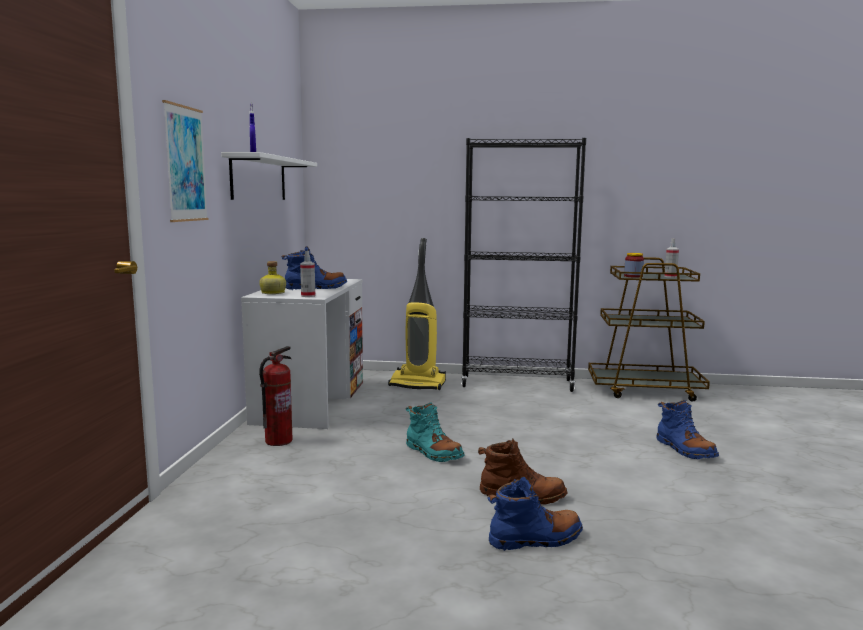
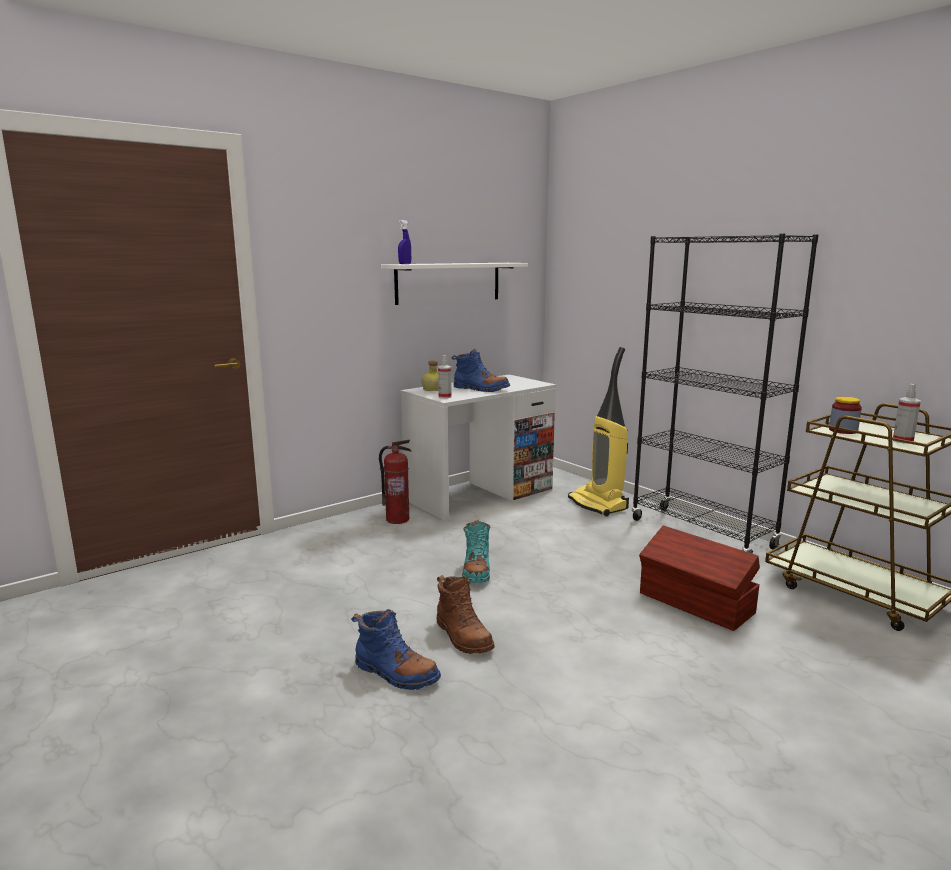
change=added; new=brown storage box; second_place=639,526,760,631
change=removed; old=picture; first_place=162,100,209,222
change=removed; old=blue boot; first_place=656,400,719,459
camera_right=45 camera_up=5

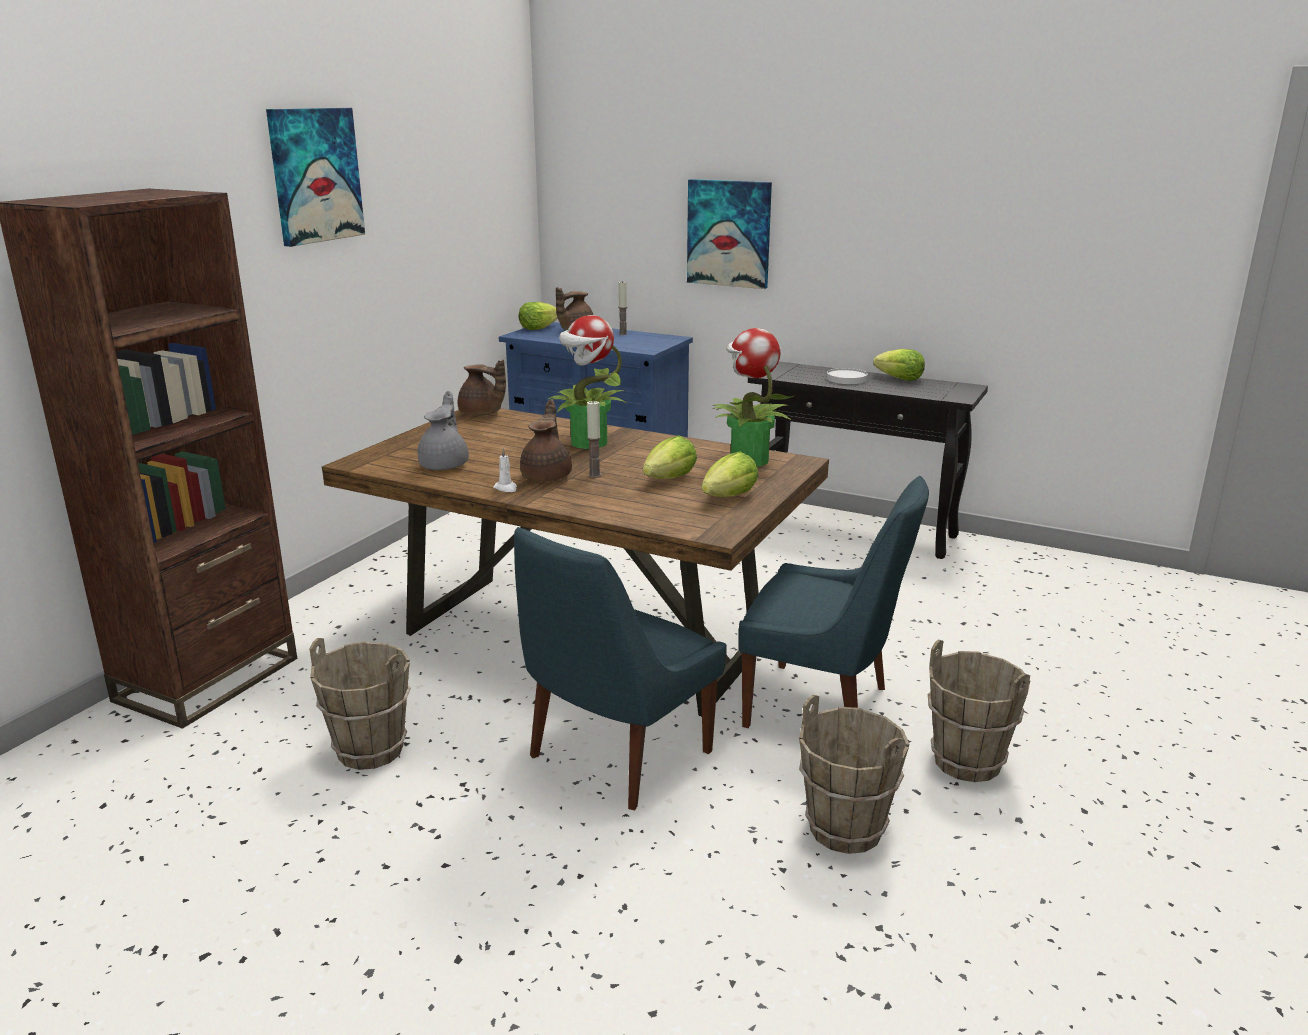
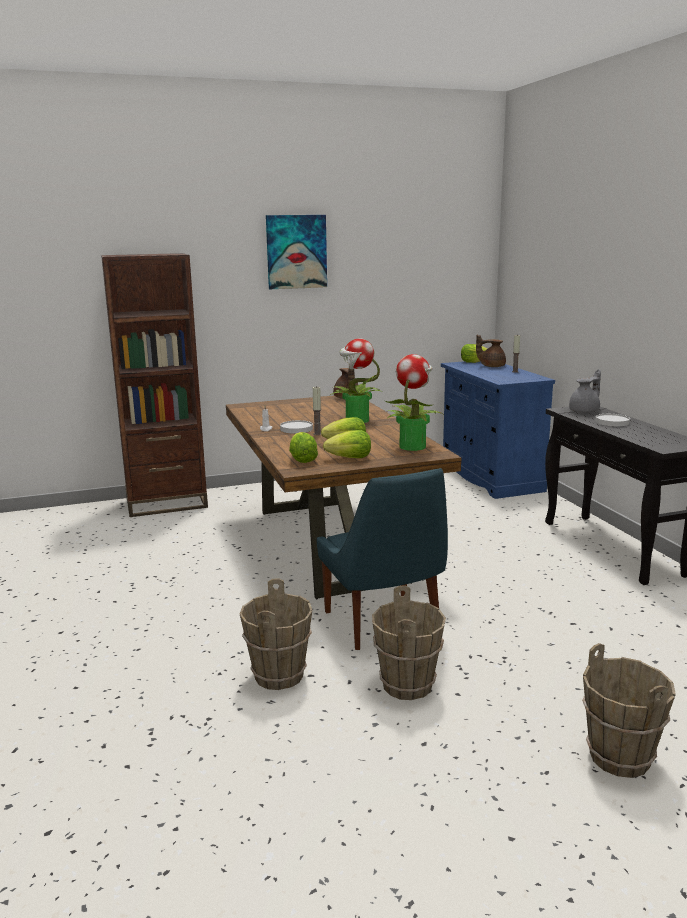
change=replaced; old=brown teapot; new=white plate; first_place=520,400,572,482; second_place=280,420,313,434
change=moved; old=lettuce; first_place=873,349,925,381; second_place=289,432,318,463
change=moved; old=grey teapot; first_place=418,391,469,470; second_place=569,369,601,413
change=moved; old=brown bucket; first_place=310,638,411,770; second_place=582,643,676,778
change=removed; old=blue chair; first_place=514,527,727,810
change=removed; old=picture; first_place=687,179,772,289
camera_right=45 camera_up=-5

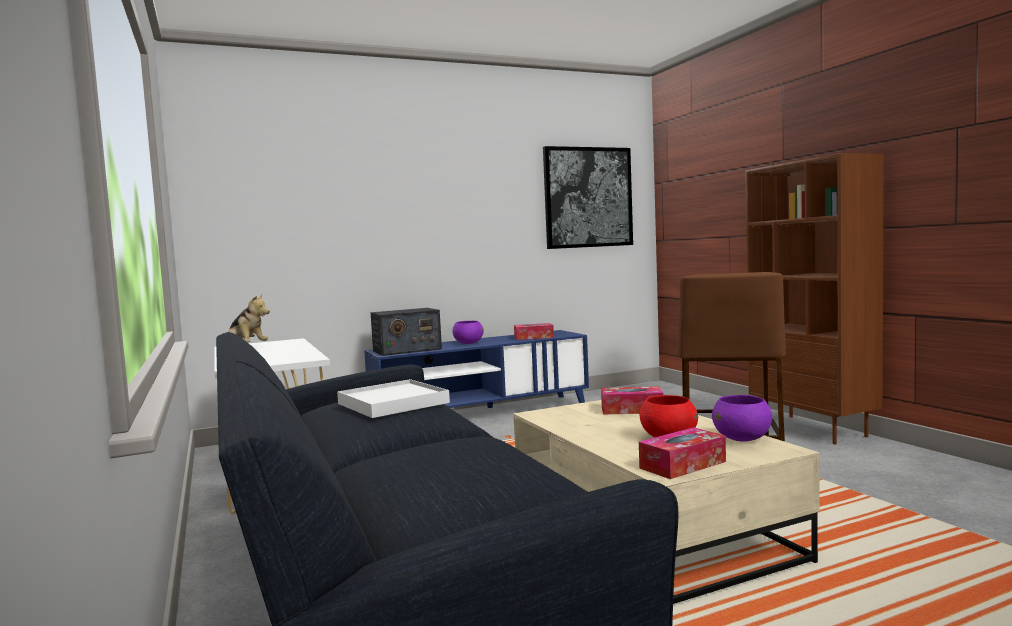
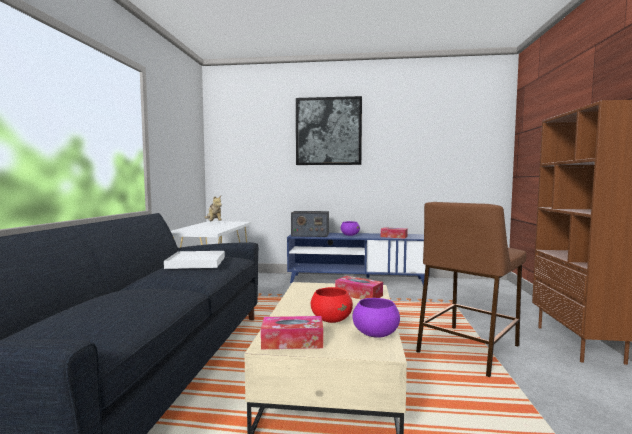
change=moved; old=picture; first_place=543,146,633,249; second_place=296,96,362,165
camera_right=30 camera_up=0

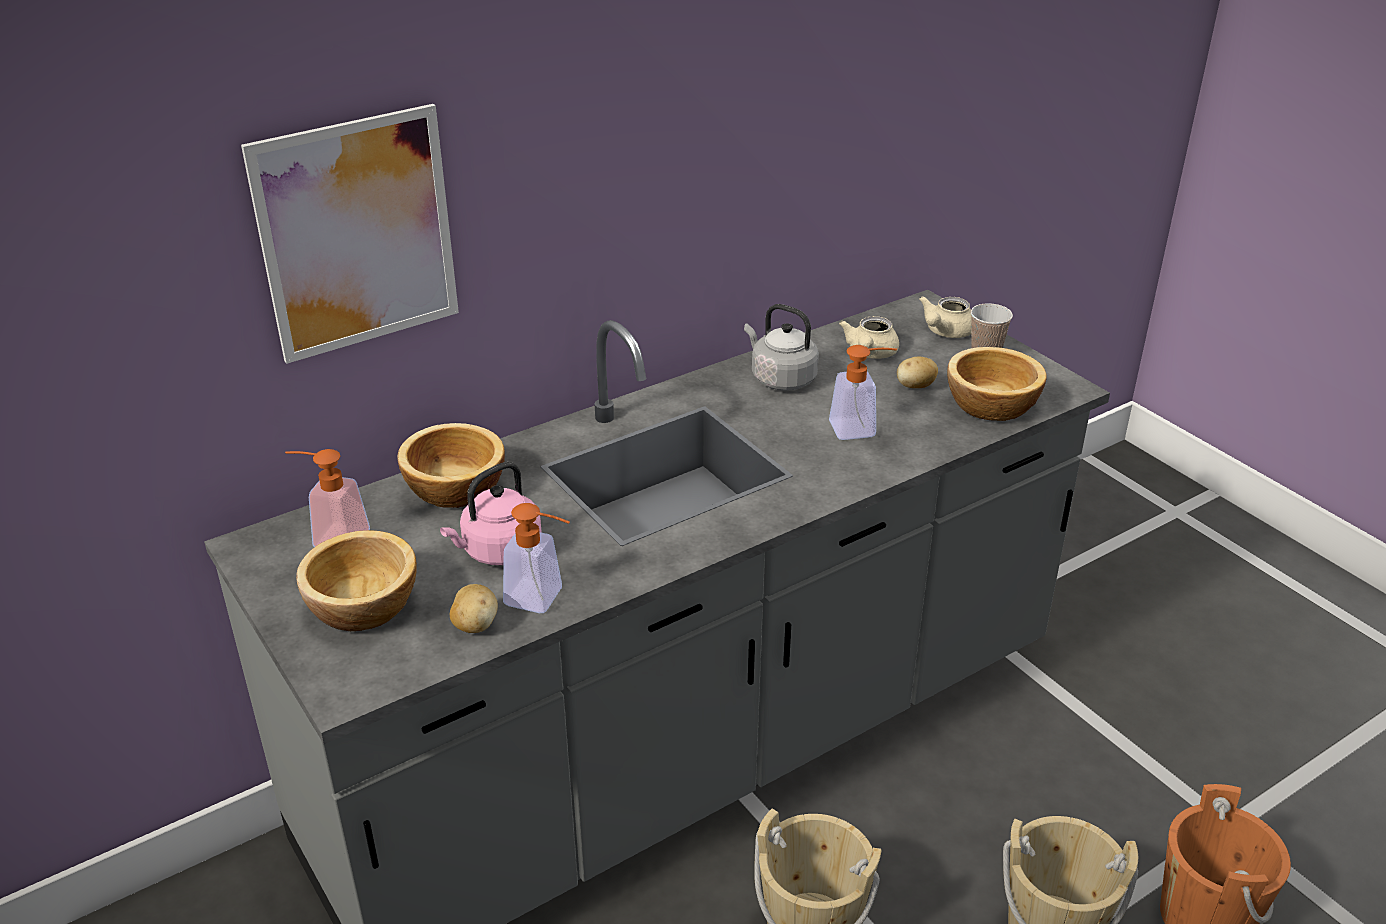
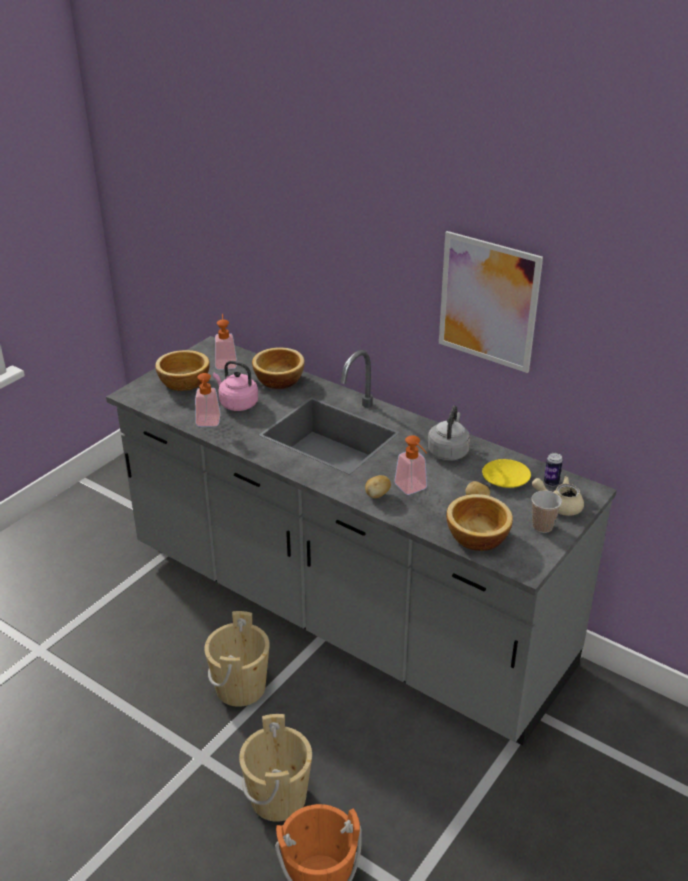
change=moved; old=potato; first_place=450,584,498,633; second_place=365,475,391,498
change=moved; old=picture; first_place=241,104,459,364; second_place=439,231,543,373
change=replaced; old=beige teapot; new=yellow plate; first_place=839,316,899,359; second_place=482,459,531,488
change=added; new=can; second_place=544,453,563,486
camera_right=70 camera_up=0

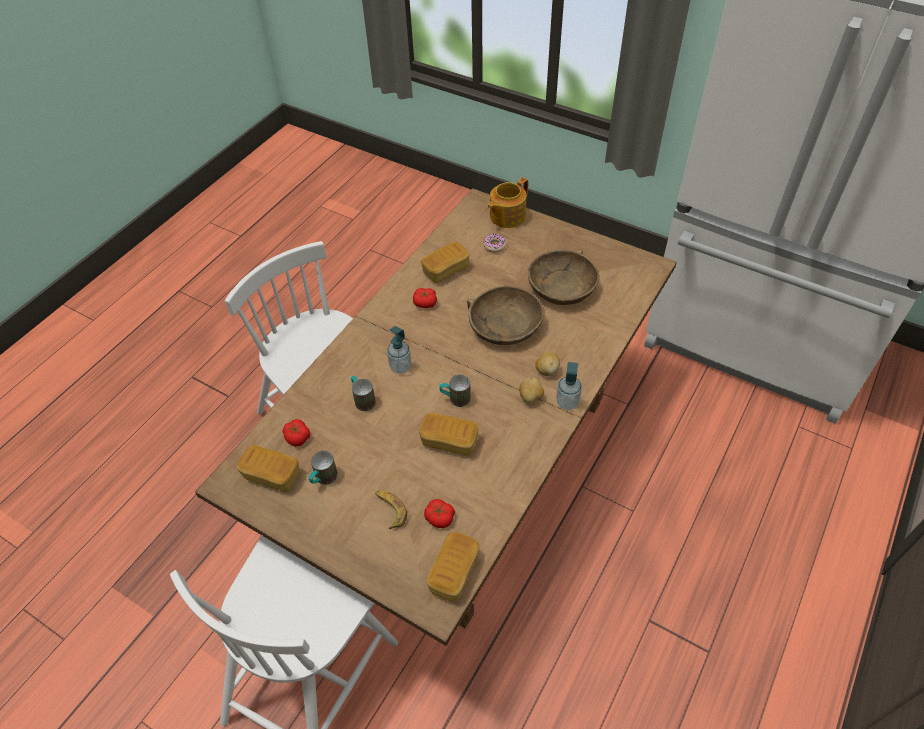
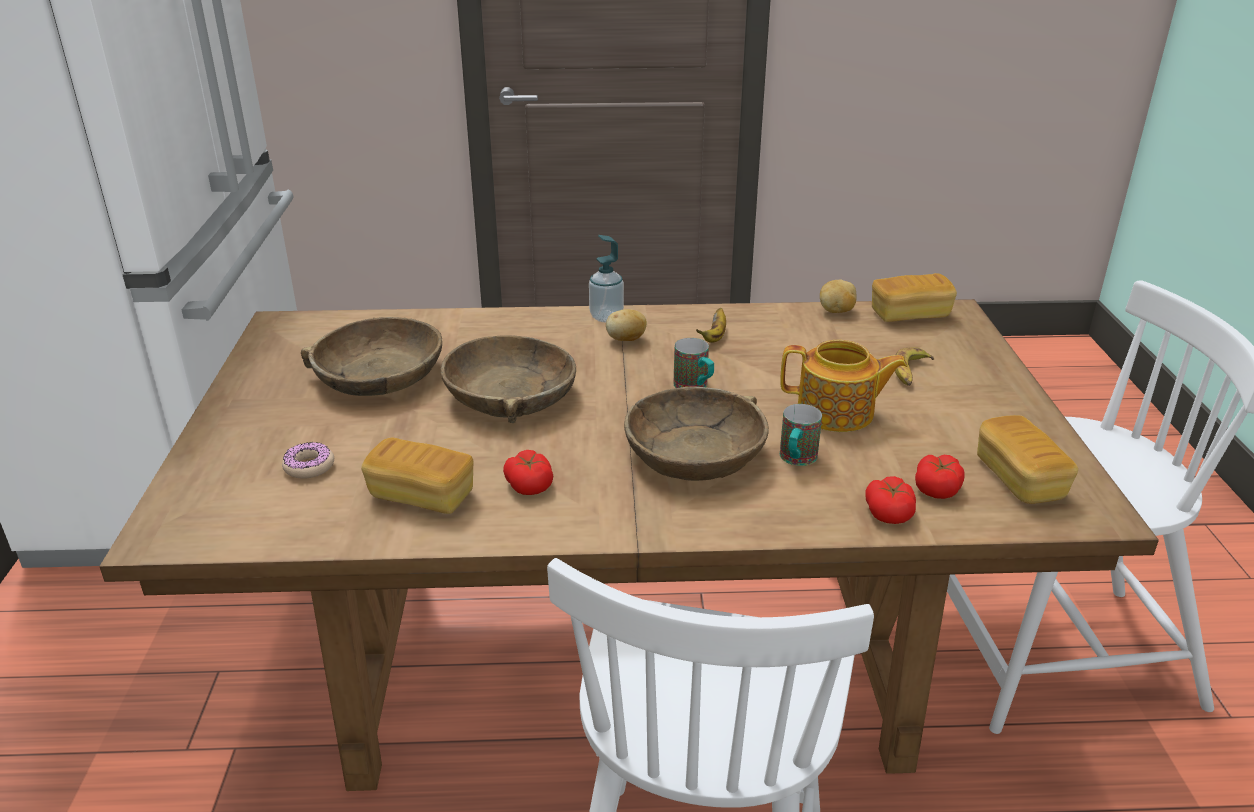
change=replaced; old=soap dispenser; new=brown bowl; first_place=387,326,411,374; second_place=624,387,769,481
change=added; new=banana; second_place=696,308,726,343
change=moved; old=teapot; first_place=487,177,528,228; second_place=780,340,908,432
change=moved; old=potato; first_place=535,351,560,376; second_place=820,280,856,313
change=moved; old=tomato; first_place=424,499,455,528; second_place=865,476,916,524
change=removed; old=mug; first_place=309,451,338,485
change=removed; old=bread; first_place=419,413,479,456
camera_right=-125 camera_up=-20

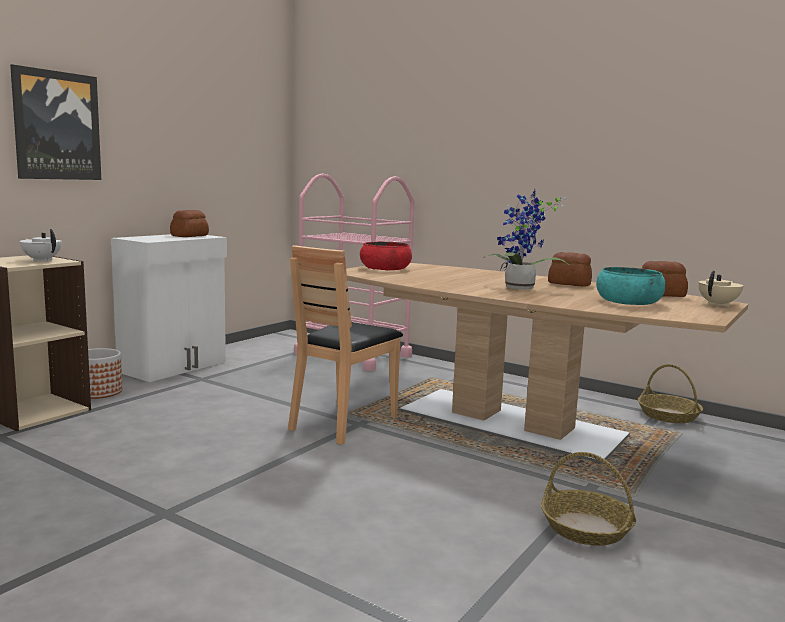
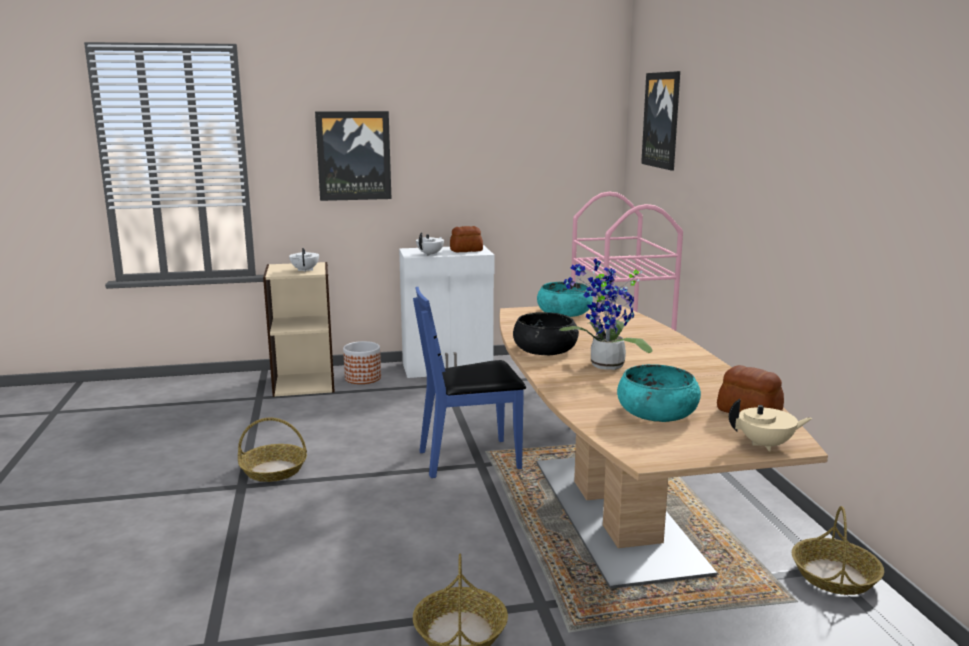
change=added; new=basket; second_place=238,417,307,482
change=recoloured; old=brown chair; new=blue chair; first_place=288,245,403,445; second_place=413,287,526,478
change=added; new=white teapot; second_place=416,232,444,256
change=added; new=black bowl; second_place=513,312,579,355
change=recoloured; old=red bowl; new=turquoise bowl; first_place=360,241,412,270; second_place=537,282,593,317
change=added; new=picture; second_place=641,71,680,170
change=removed; old=bread; first_place=548,252,592,287
camera_right=45 camera_up=5

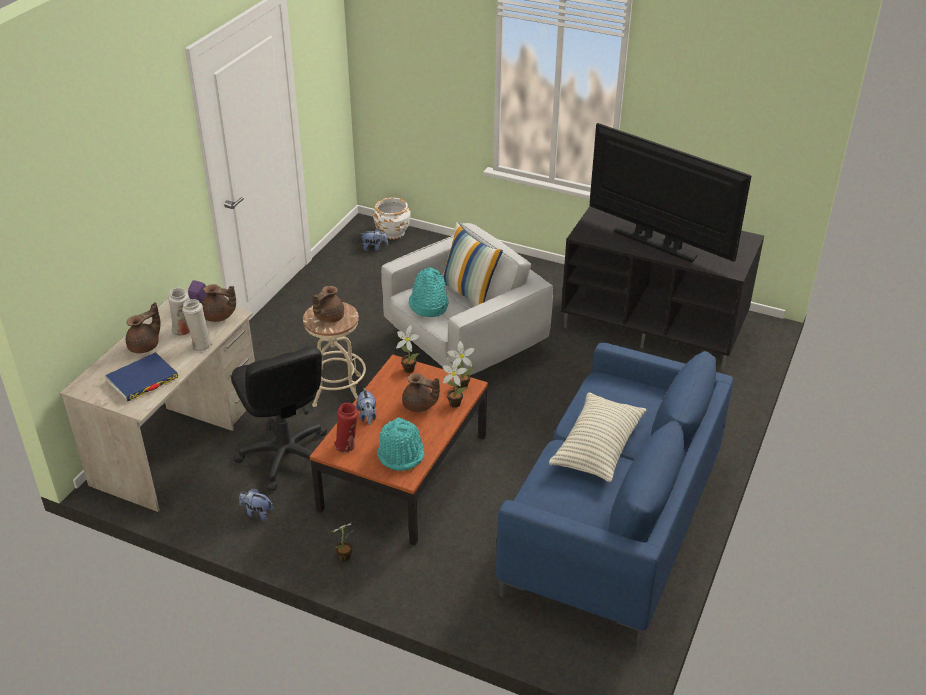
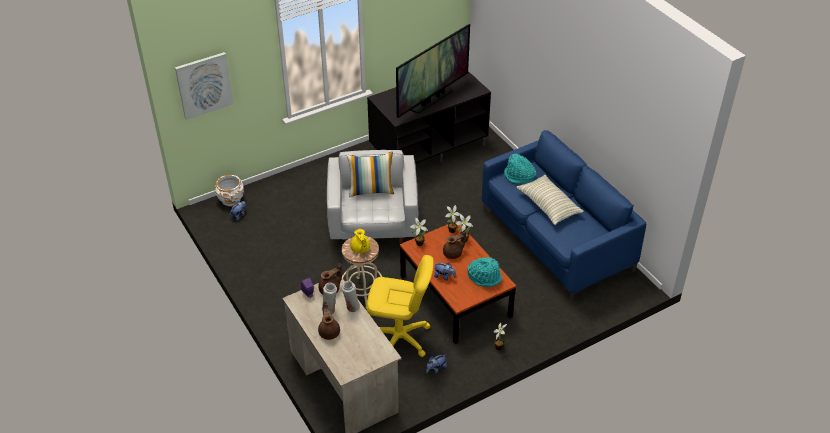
change=added; new=picture; second_place=175,52,234,120
change=recoloured; old=brown teapot; new=yellow teapot; first_place=312,286,344,323; second_place=350,229,370,254
change=recoloured; old=black office chair; new=yellow office chair; first_place=231,346,327,491; second_place=366,255,433,357
change=turned; old=television; first_place=589,123,752,263; second_place=396,24,470,118; degrees=150
change=moved; old=turquoise hat; first_place=409,267,449,317; second_place=504,153,536,184
change=removed; old=blue book; first_place=105,352,178,402
change=removed; old=red vase; first_place=335,403,358,452
camera_right=-55 camera_up=5

